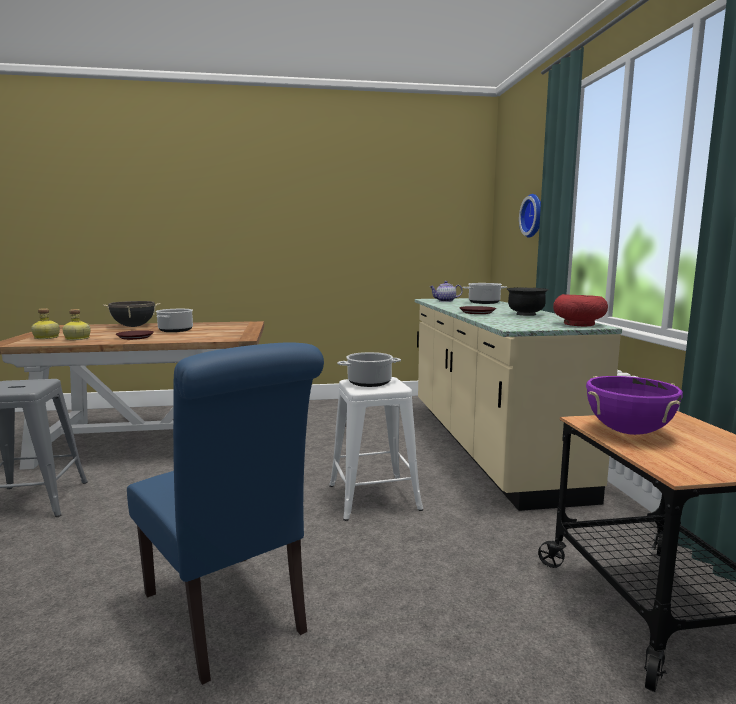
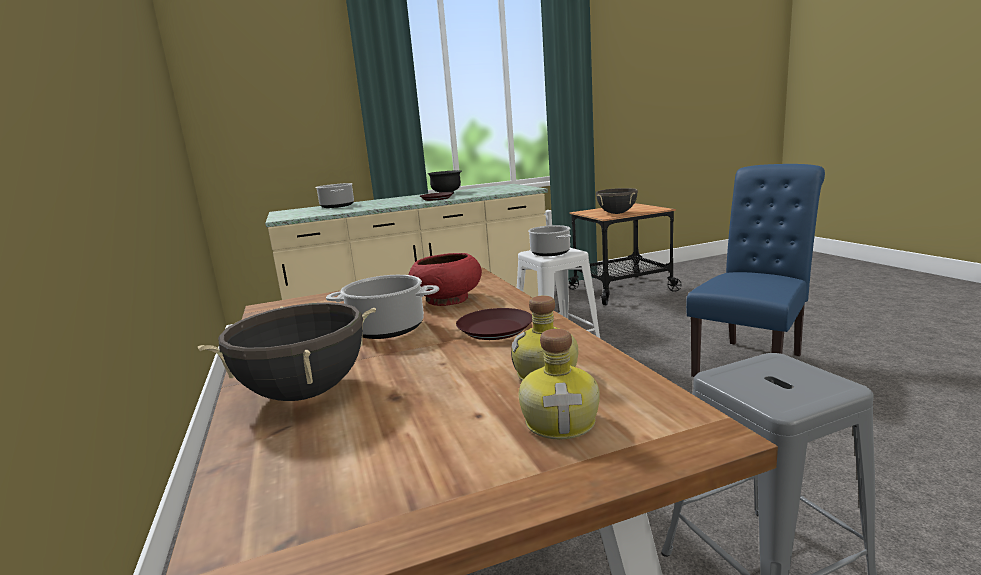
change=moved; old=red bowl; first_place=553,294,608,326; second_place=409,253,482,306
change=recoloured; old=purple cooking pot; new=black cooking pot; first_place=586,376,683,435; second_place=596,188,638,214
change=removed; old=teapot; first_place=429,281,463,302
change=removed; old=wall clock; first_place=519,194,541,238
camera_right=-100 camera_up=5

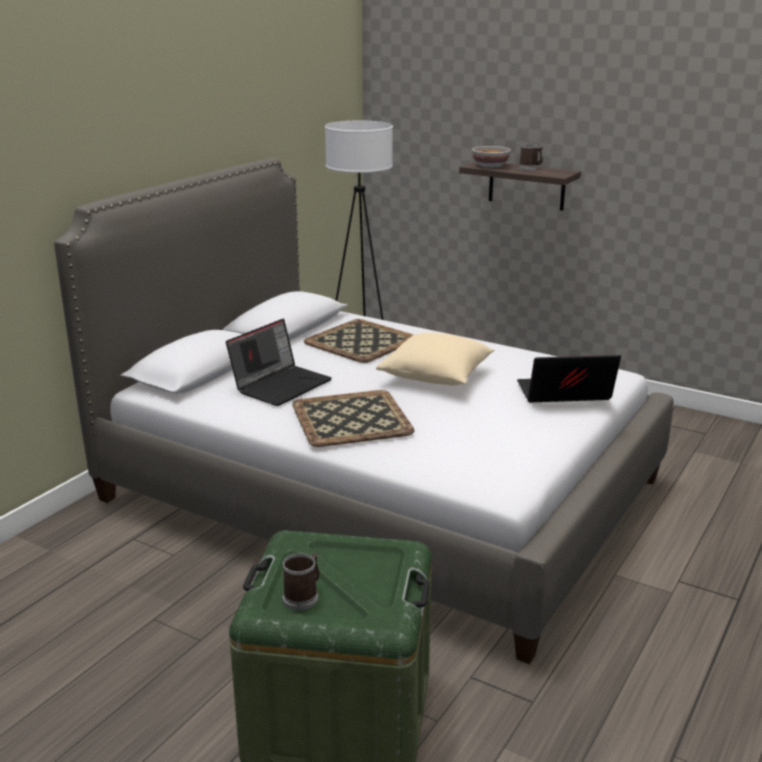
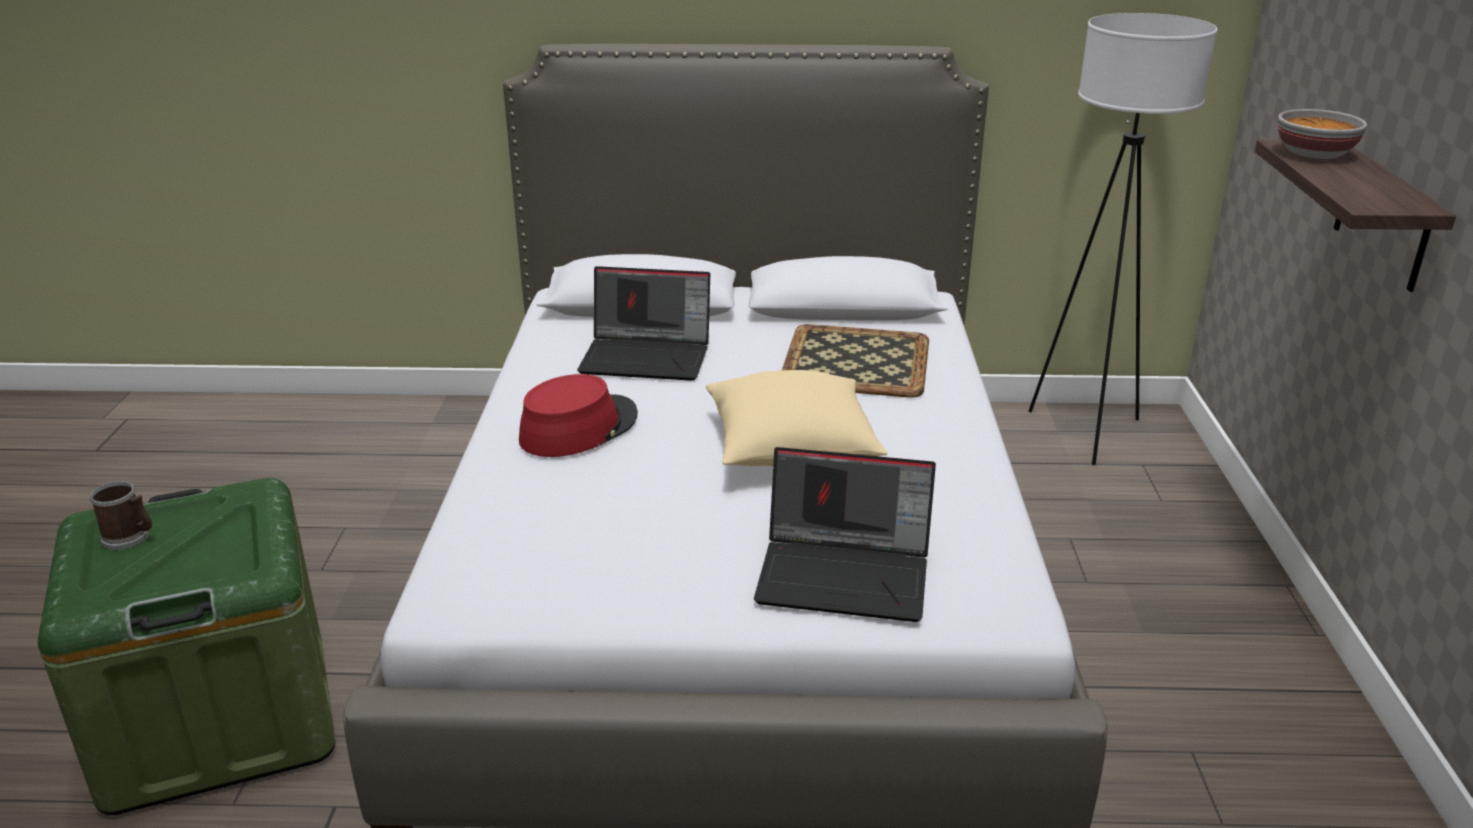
change=replaced; old=tray; new=red hat; first_place=292,390,415,447; second_place=519,374,638,457
change=turned; old=laptop; first_place=517,355,621,402; second_place=754,447,936,622; degrees=135
change=removed; old=mug; first_place=519,144,543,171
camera_right=60 camera_up=5

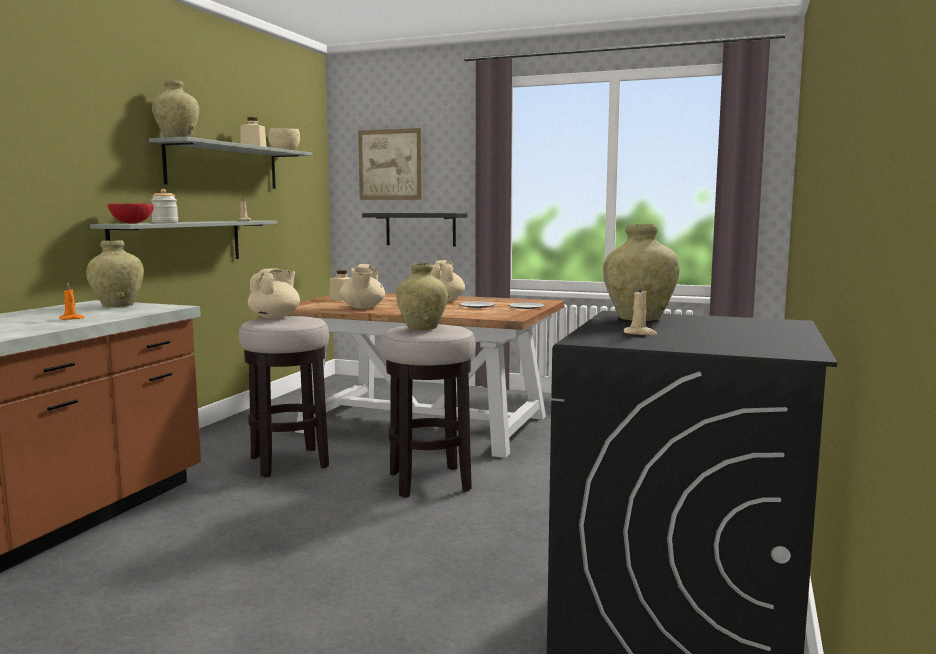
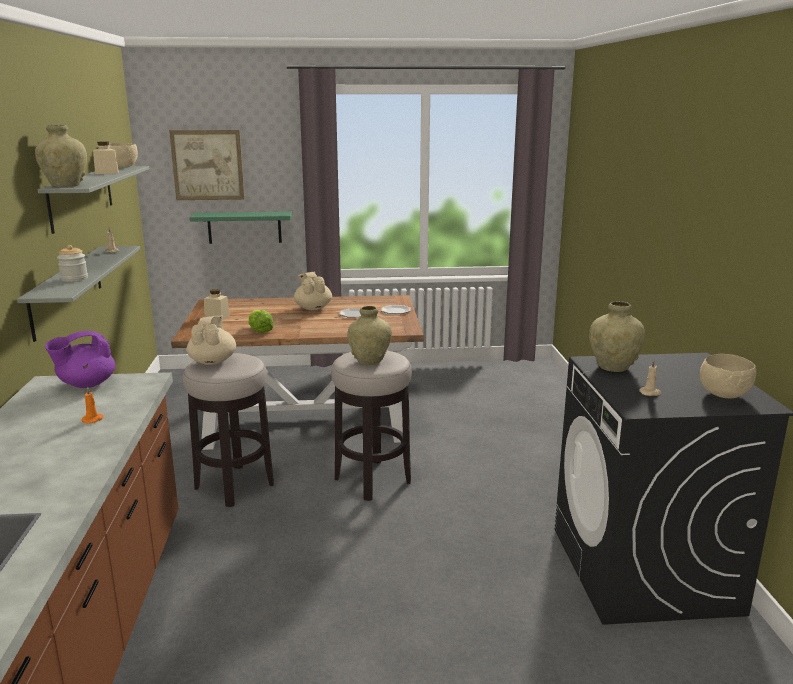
change=replaced; old=beige vase; new=purple teapot; first_place=86,240,144,307; second_place=45,331,115,388
change=recoloured; old=black shelf; new=green shelf; first_place=362,213,467,247; second_place=189,212,292,244
change=replaced; old=beige teapot; new=lettuce; first_place=339,264,385,309; second_place=248,310,274,333
change=added; new=beige bowl; second_place=700,354,756,398
change=removed; old=red bowl; first_place=108,203,154,224
camera_right=-25 camera_up=10

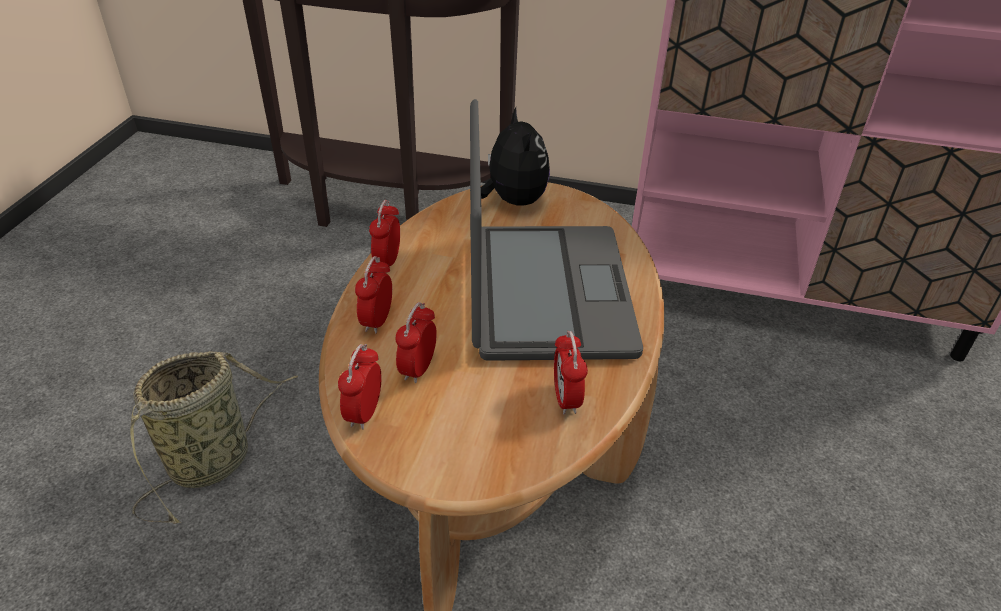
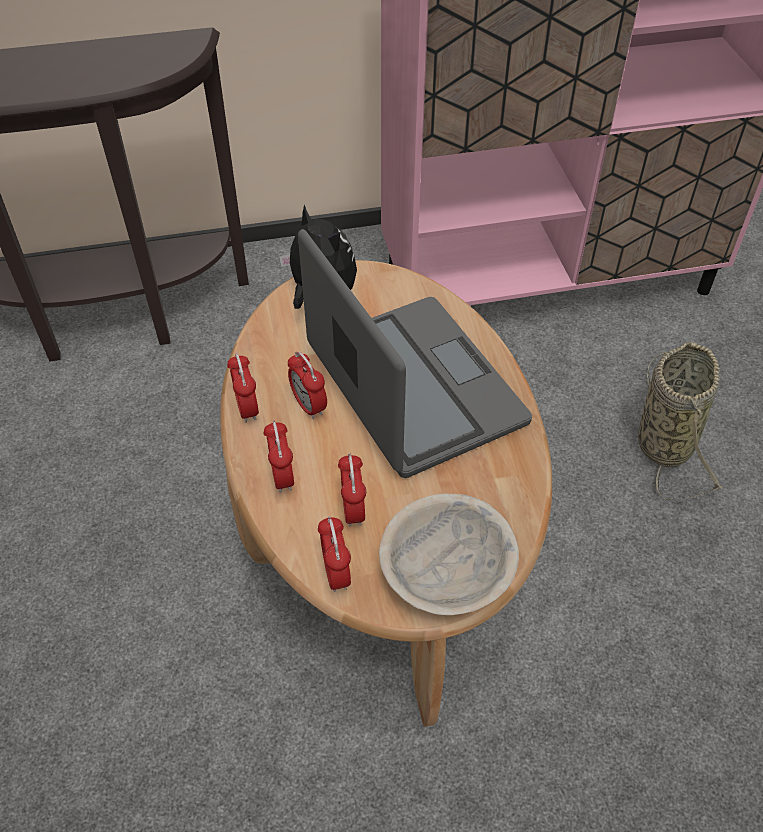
change=moved; old=alarm clock; first_place=554,331,588,414; second_place=288,352,327,419
change=added; new=beige bowl; second_place=379,493,519,615
change=moved; old=basket; first_place=130,351,298,524; second_place=638,341,723,500
camera_right=-25 camera_up=10

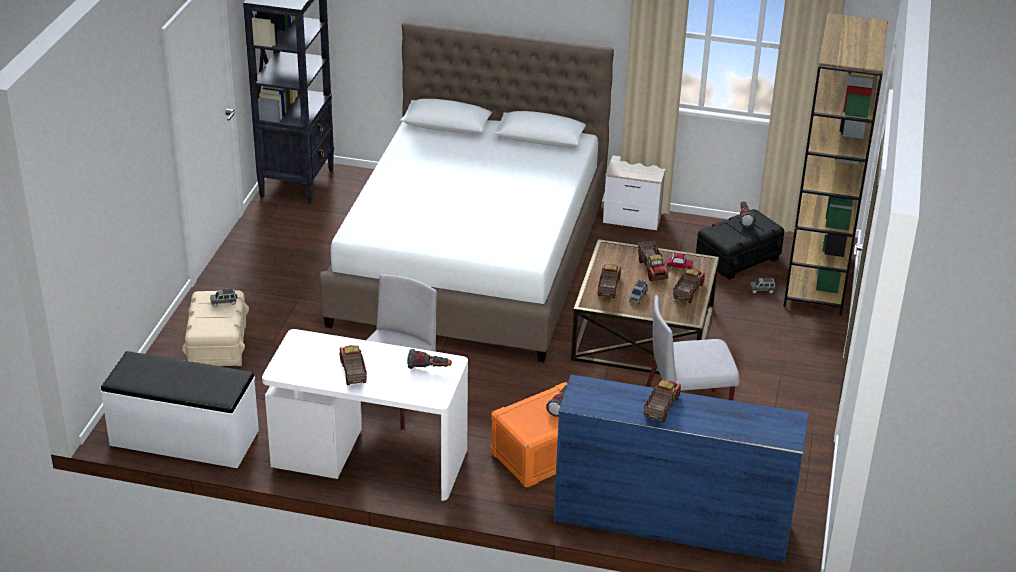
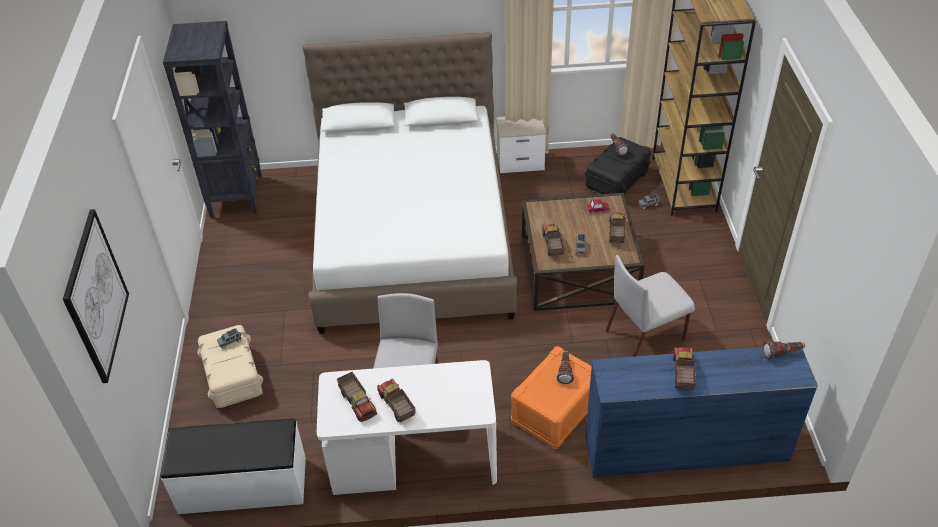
change=added; new=picture; second_place=63,209,129,383
change=moved; old=toy truck; first_place=638,241,668,281; second_place=337,372,377,422
change=moved; old=flashlight; first_place=407,349,452,369; second_place=763,341,805,360
camera_right=-15 camera_up=10

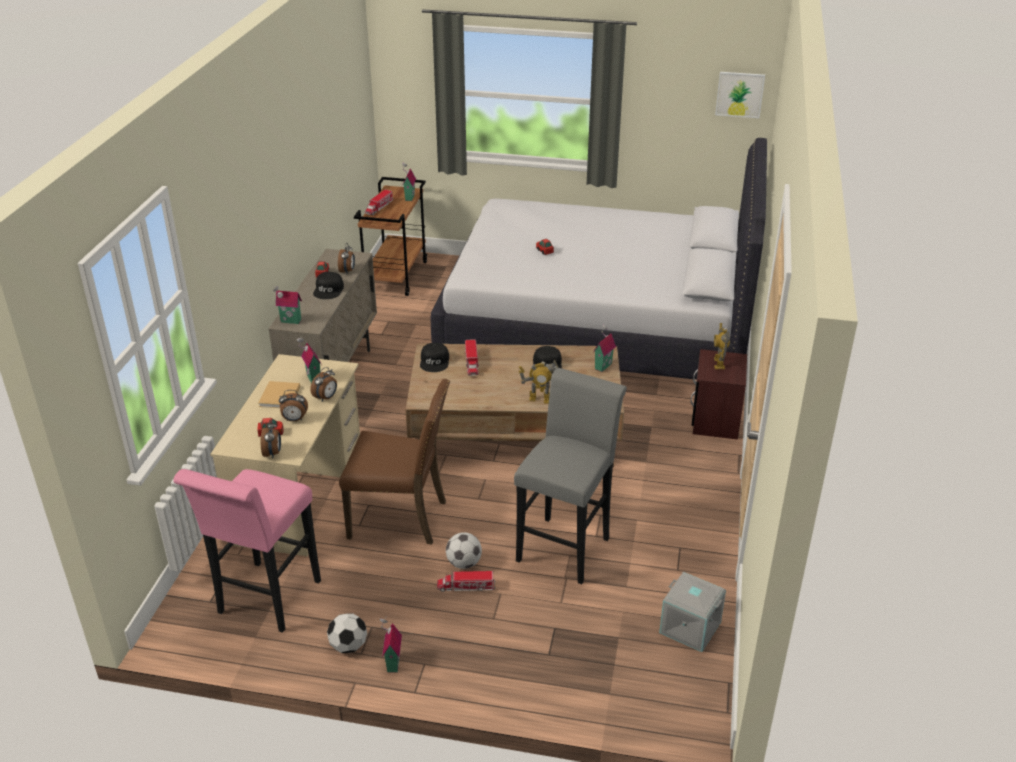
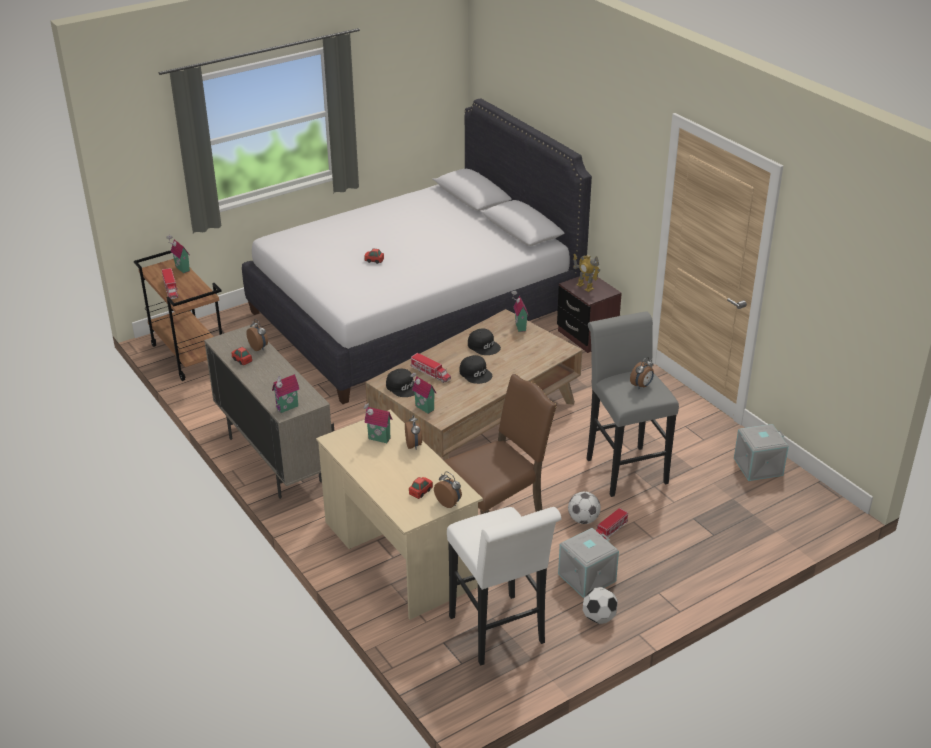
change=moved; old=toy house; first_place=380,616,402,673; second_place=410,373,437,414
change=recoloured; old=pink stool; new=white stool; first_place=173,469,321,633; second_place=447,507,562,666
change=moved; old=black cap; first_place=313,272,344,299; second_place=459,355,492,384
change=added; new=grey storage box; second_place=558,528,619,598
change=moved; old=alarm clock; first_place=279,390,308,422; second_place=630,357,654,389
change=removed; old=beige book; first_place=258,381,300,408
change=removed; old=toy robot; first_place=519,360,558,404
change=removed; old=picture; first_place=715,72,765,118
camera_right=-45 camera_up=0

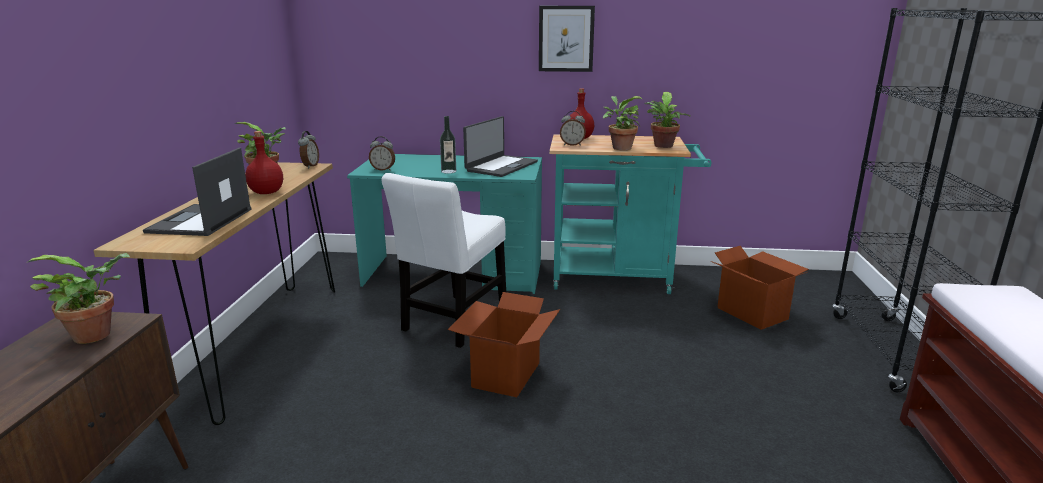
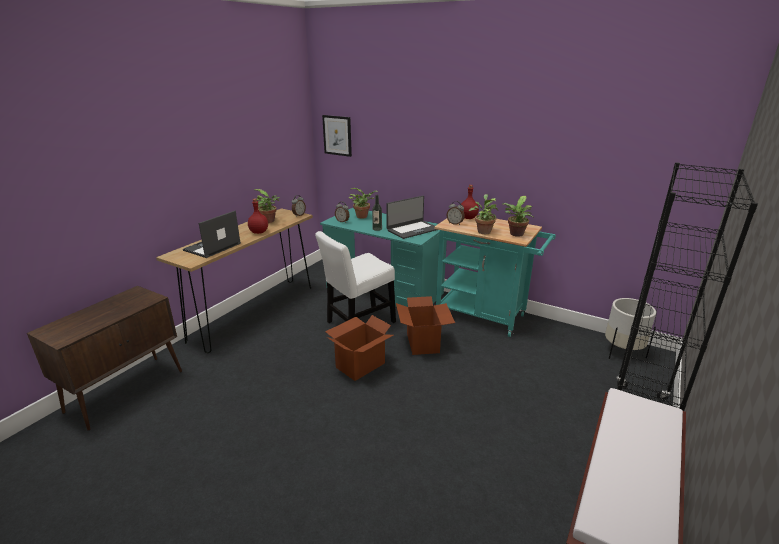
change=moved; old=picture; first_place=539,6,595,72; second_place=322,115,352,157
change=moved; old=potted plant; first_place=28,253,130,344; second_place=349,188,378,219
change=moved; old=cardboard box; first_place=711,246,809,330; second_place=396,296,455,355
change=added; new=white planter; second_place=605,298,656,359
camera_right=25 camera_up=5

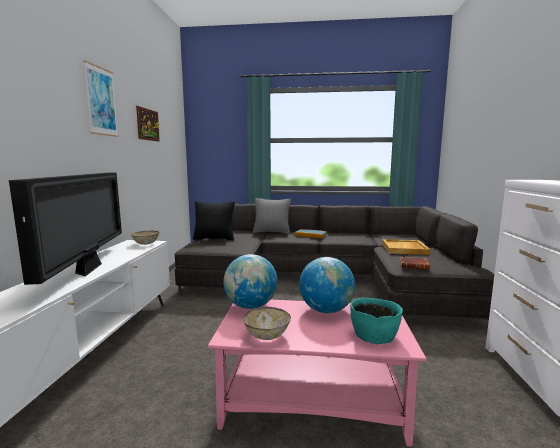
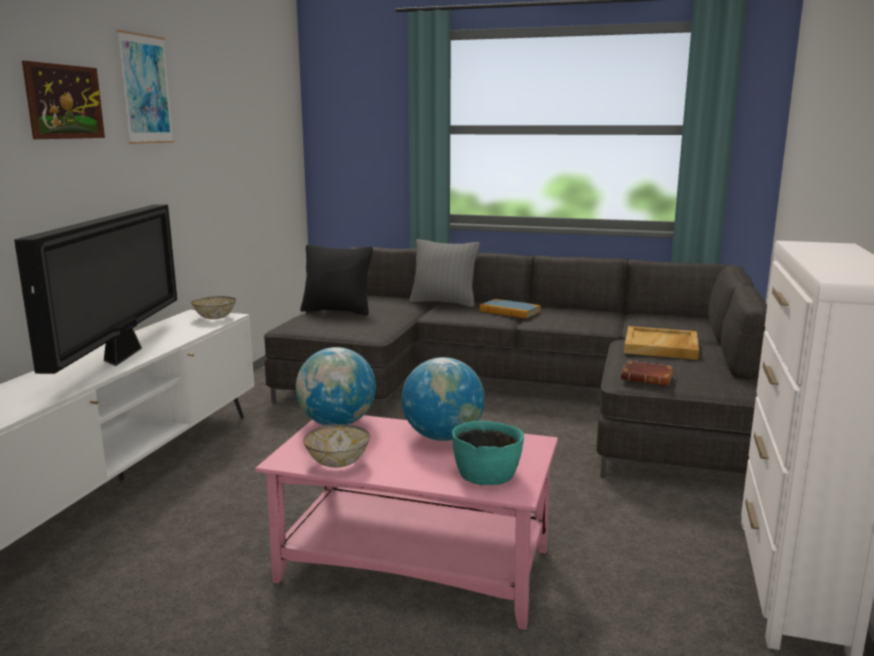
change=moved; old=picture; first_place=136,106,160,141; second_place=22,61,105,139
camera_right=10 camera_up=5

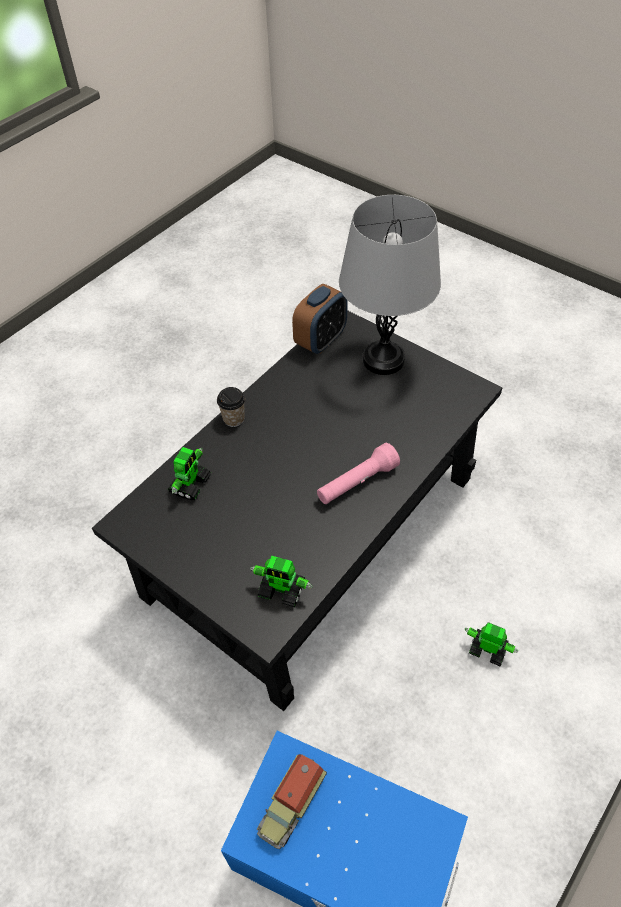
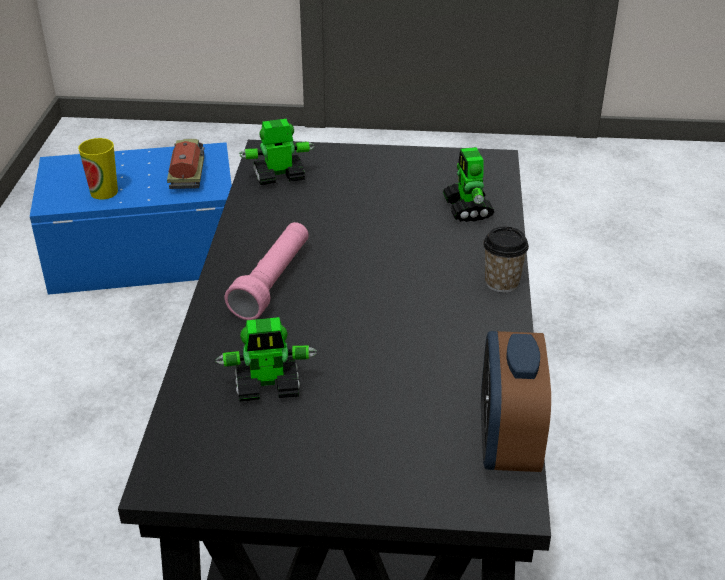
change=added; new=cup; second_place=78,138,118,200
change=moved; old=toy robot; first_place=465,622,518,666; second_place=216,317,317,402
change=removed; old=grey table lamp; first_place=339,195,441,375
camera_right=145 camera_up=-15

